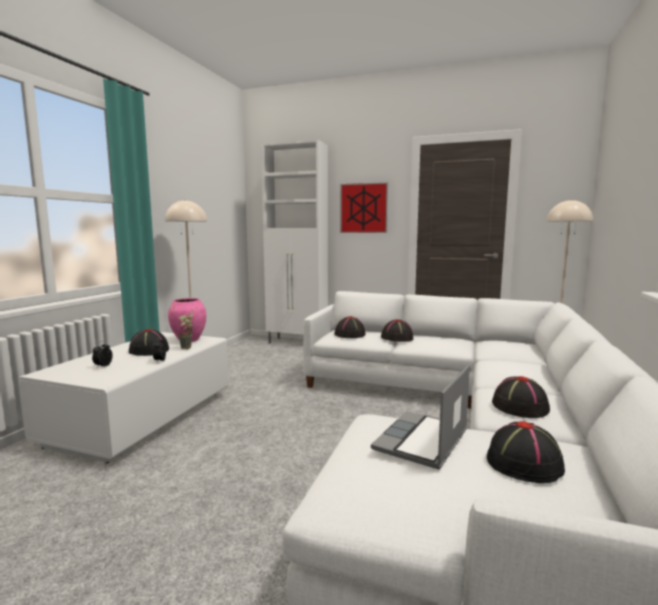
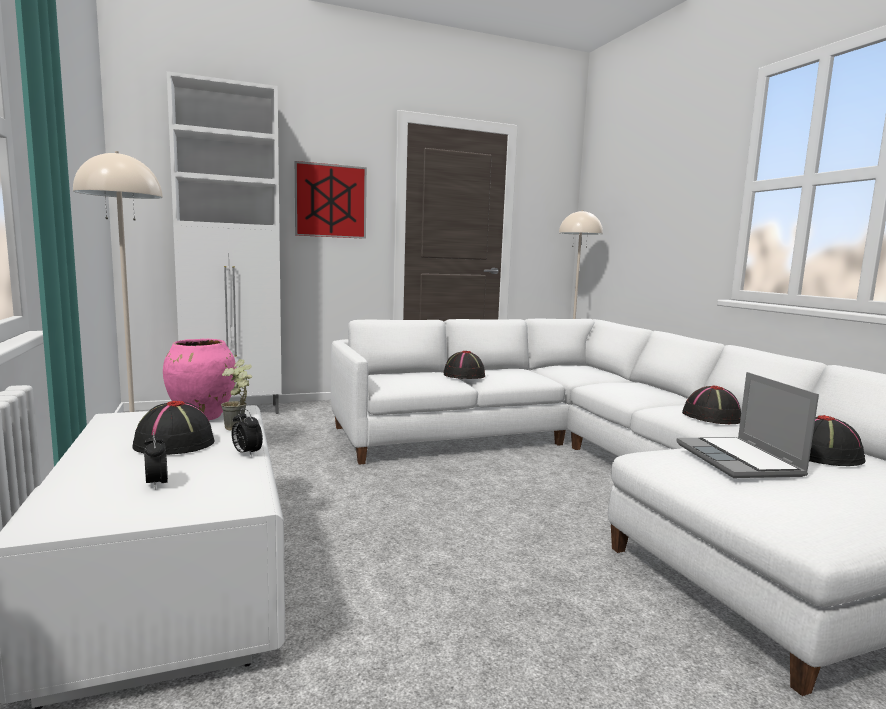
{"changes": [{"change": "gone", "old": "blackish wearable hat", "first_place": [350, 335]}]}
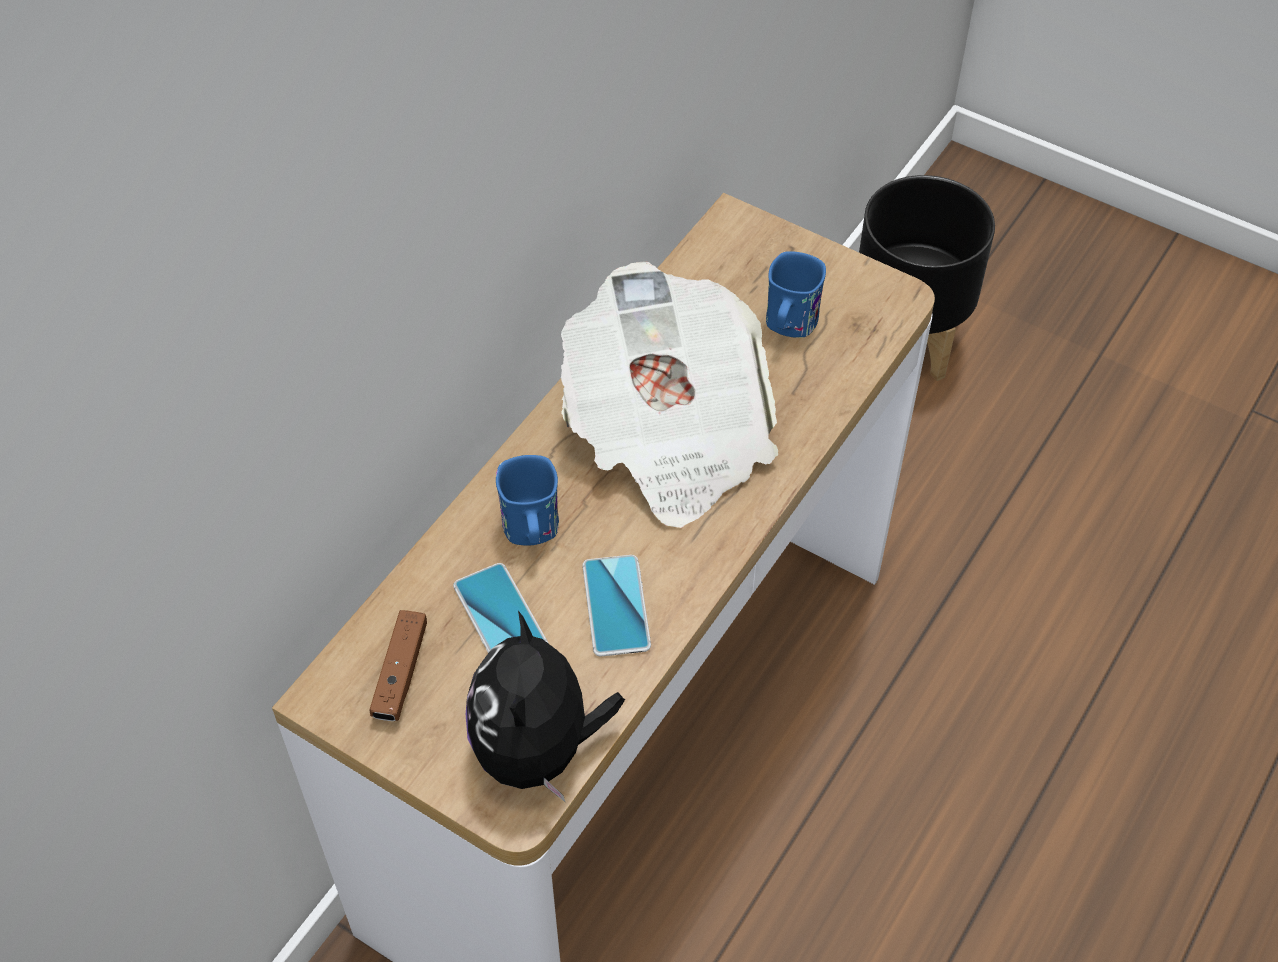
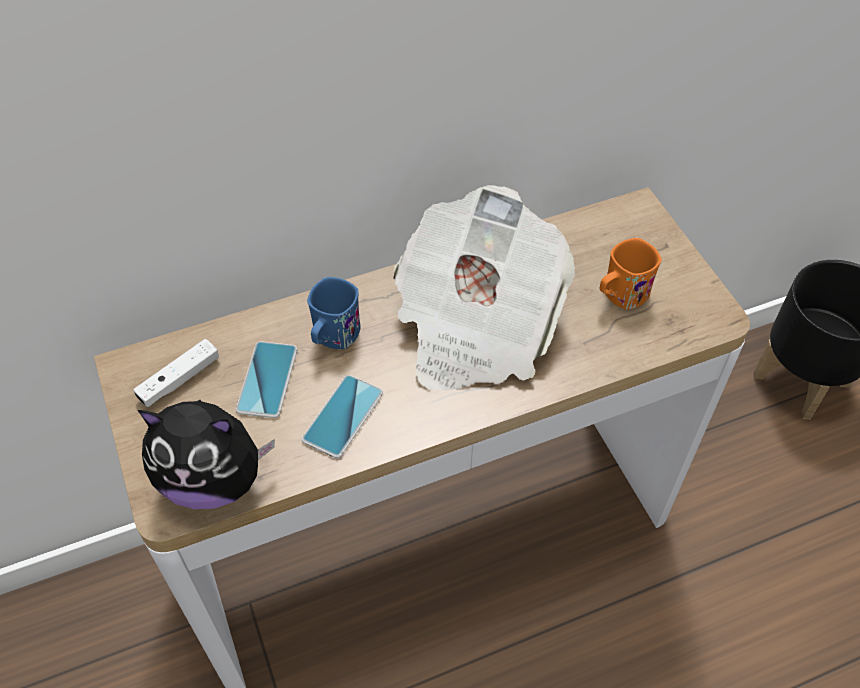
{"changes": [{"change": "repainted", "old": "brownish gamepad", "new": "white-coloured gamepad", "first_place": [400, 673], "second_place": [179, 379]}, {"change": "rotated", "old": "cuddly toy", "first_place": [538, 750], "second_place": [214, 480], "degrees": -120}, {"change": "repainted", "old": "blue-coloured mug", "new": "orange-coloured mug", "first_place": [789, 325], "second_place": [620, 296]}]}
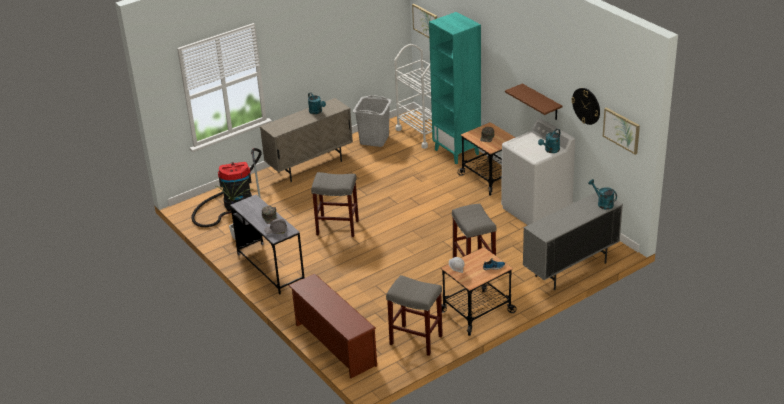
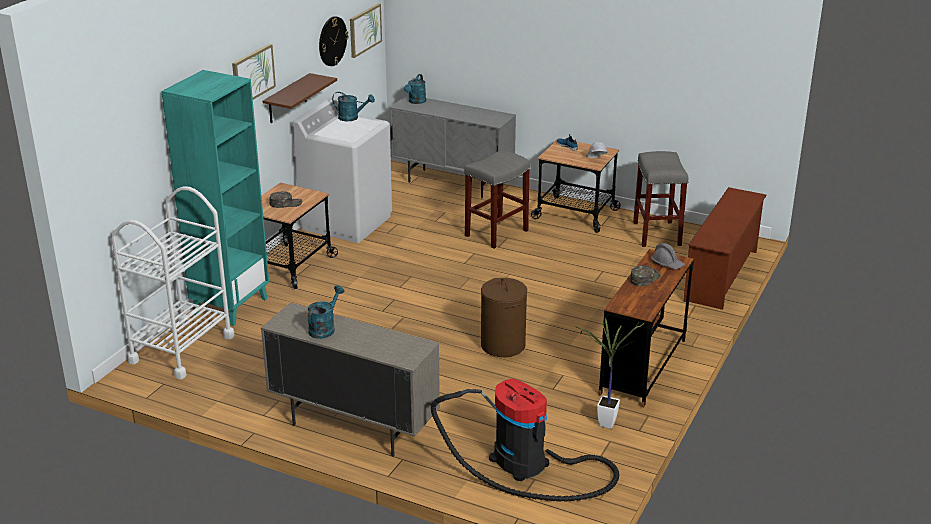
{"changes": [{"change": "repainted", "old": "grey desk", "new": "brownish desk", "first_place": [270, 268], "second_place": [643, 367]}, {"change": "swapped", "old": "grey stool seat", "new": "brownish laundry basket", "first_place": [337, 228], "second_place": [503, 345]}, {"change": "gone", "old": "grey laundry basket", "first_place": [374, 140]}, {"change": "shifted", "old": "wall picture", "first_place": [425, 22], "second_place": [253, 74]}]}
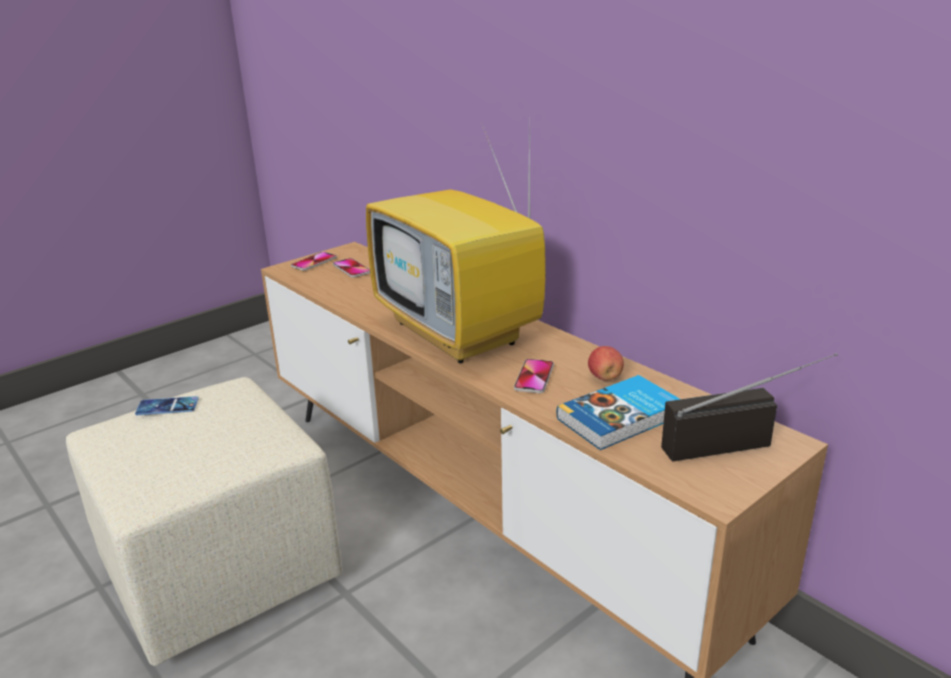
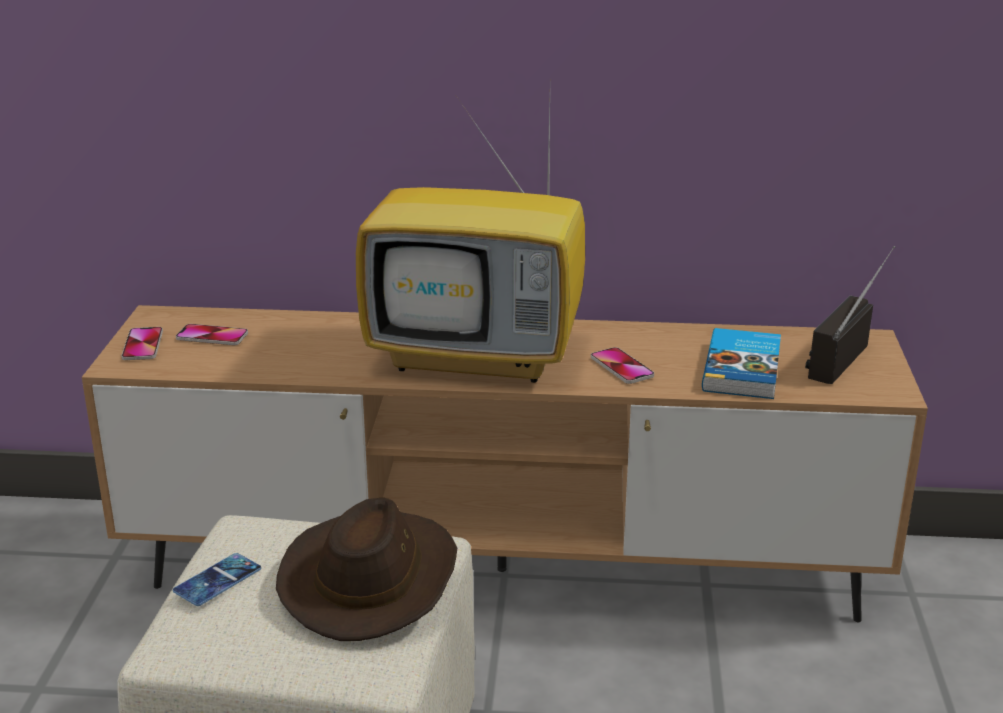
{"changes": [{"change": "gone", "old": "apple fruit", "first_place": [605, 377]}, {"change": "new", "new": "brownish wearable hat", "second_place": [370, 578]}]}
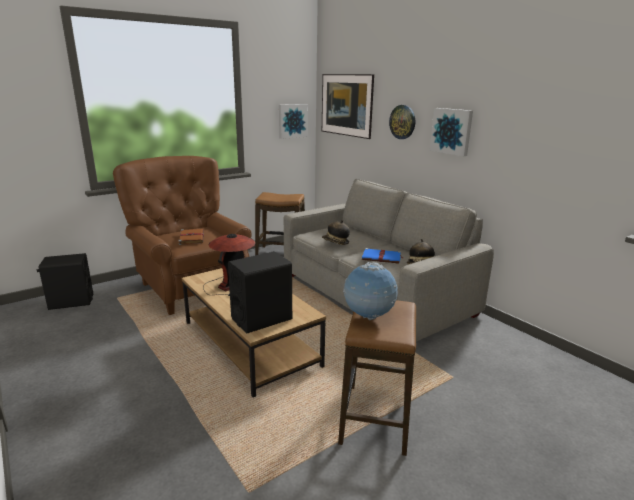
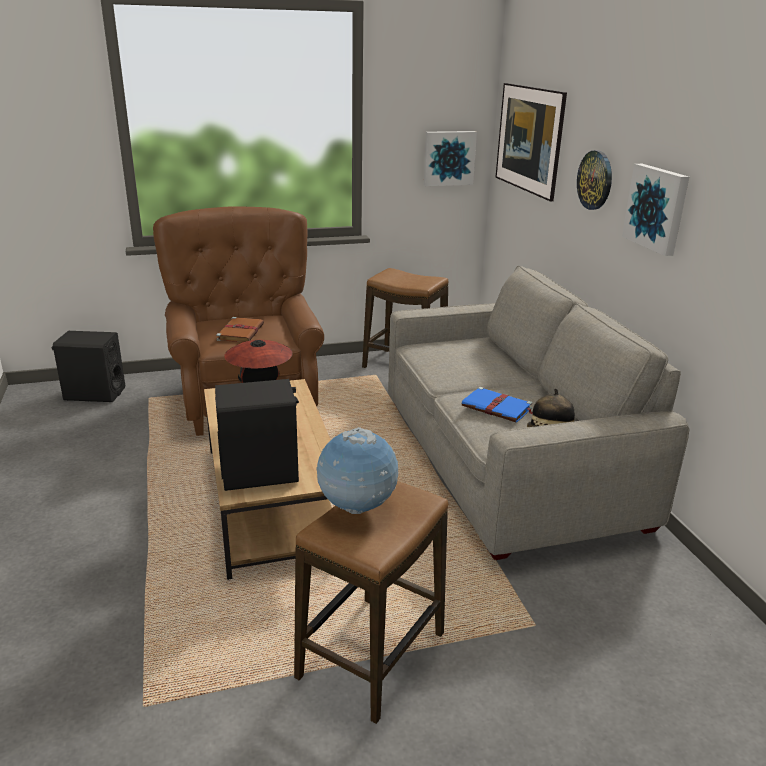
{"changes": [{"change": "gone", "old": "wearable hat", "first_place": [335, 242]}]}
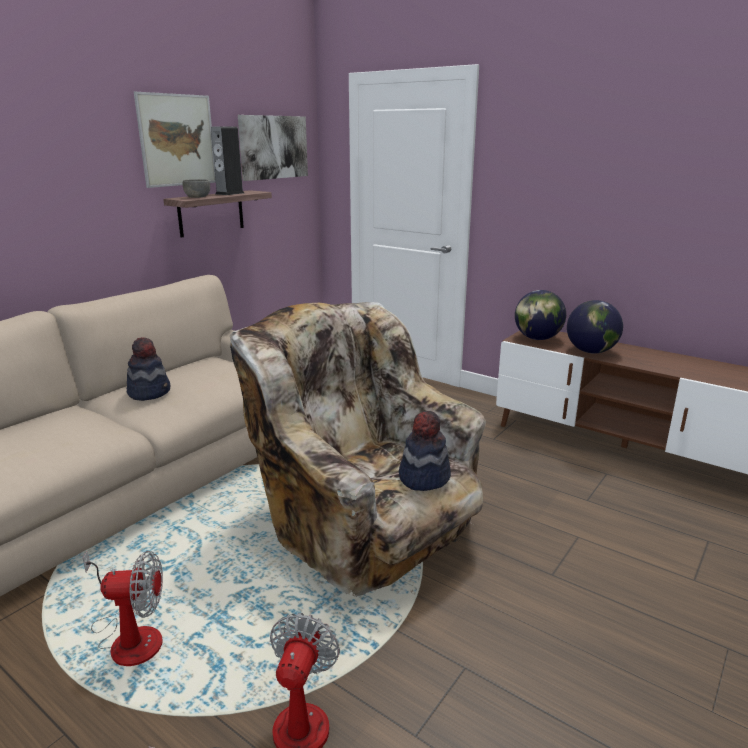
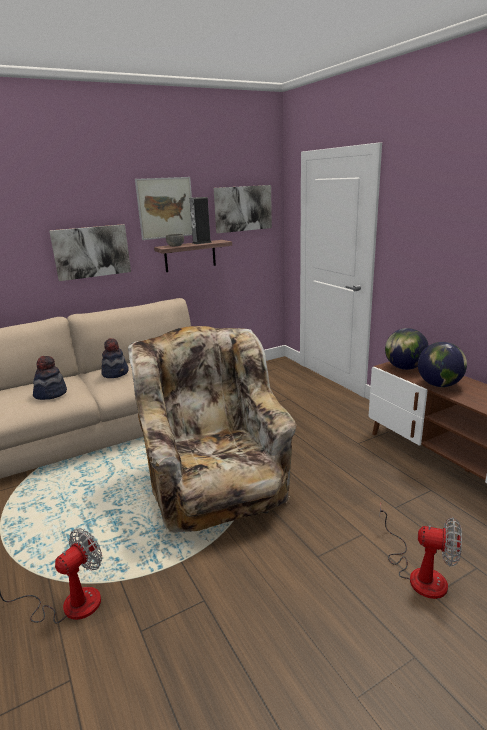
{"changes": [{"change": "shifted", "old": "cooling fan", "first_place": [129, 636], "second_place": [419, 573]}, {"change": "shifted", "old": "wearable hat", "first_place": [423, 477], "second_place": [50, 394]}, {"change": "new", "new": "wall picture", "second_place": [91, 252]}]}
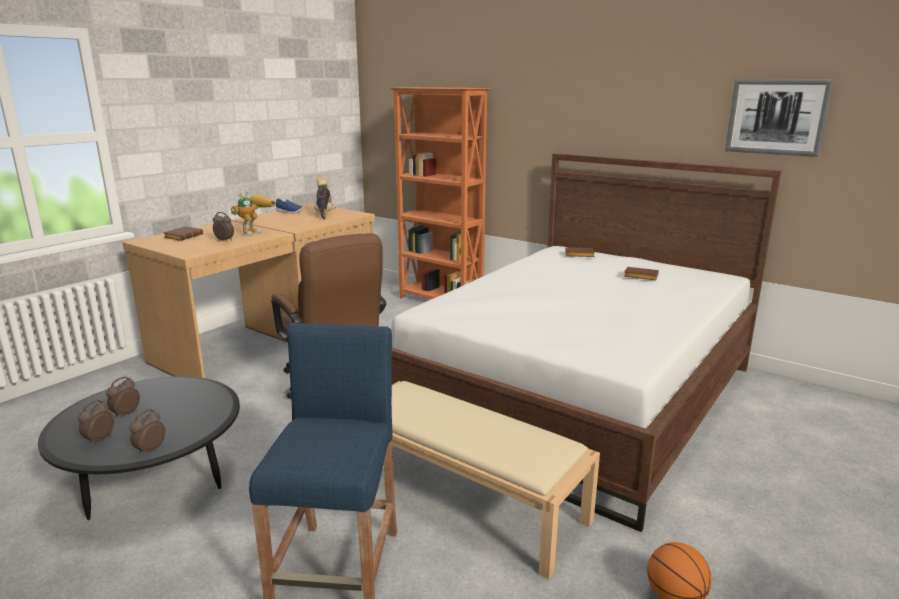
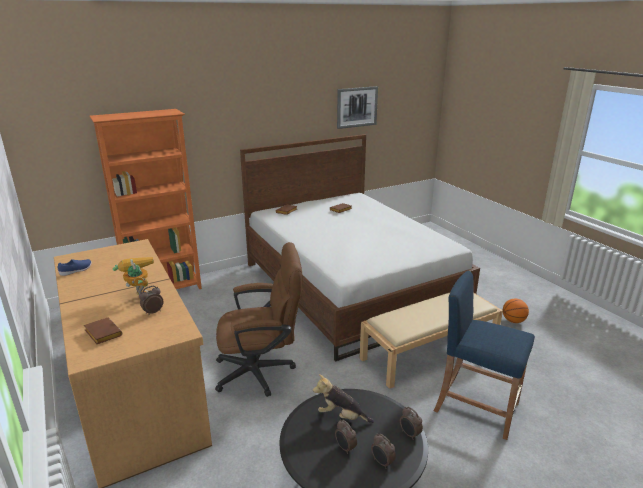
{"changes": [{"change": "shifted", "old": "cuddly toy", "first_place": [324, 214], "second_place": [341, 416]}]}
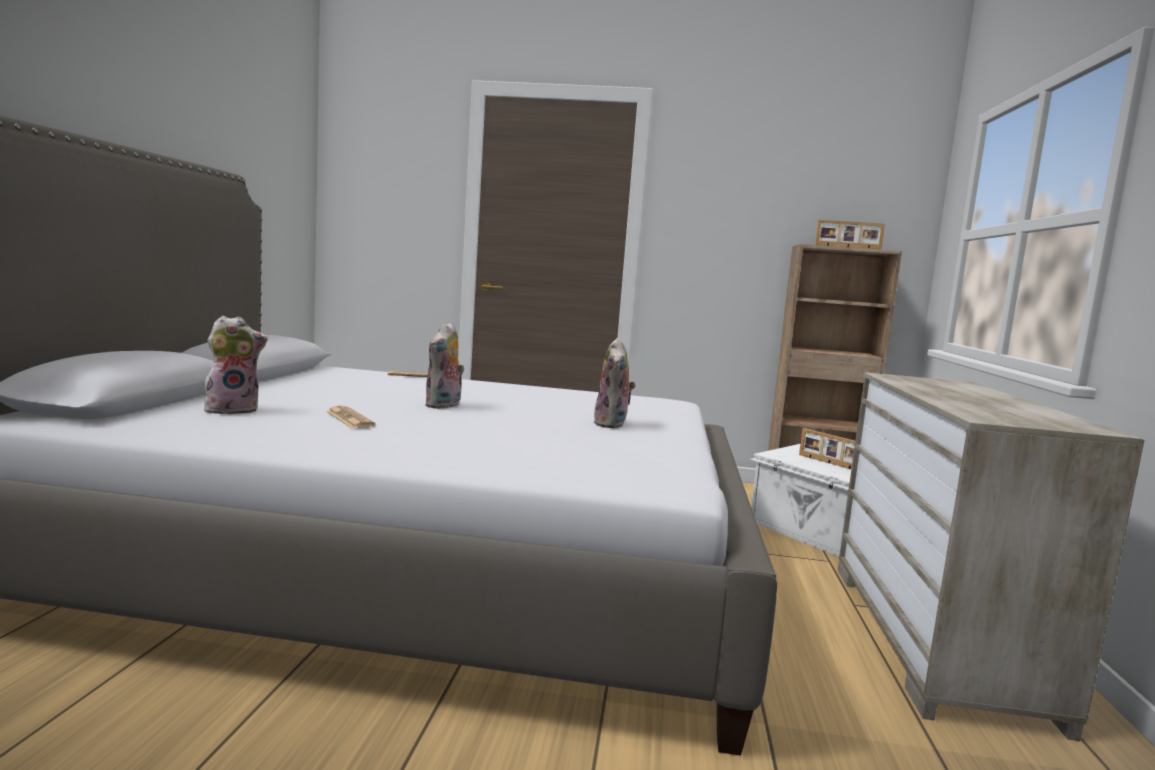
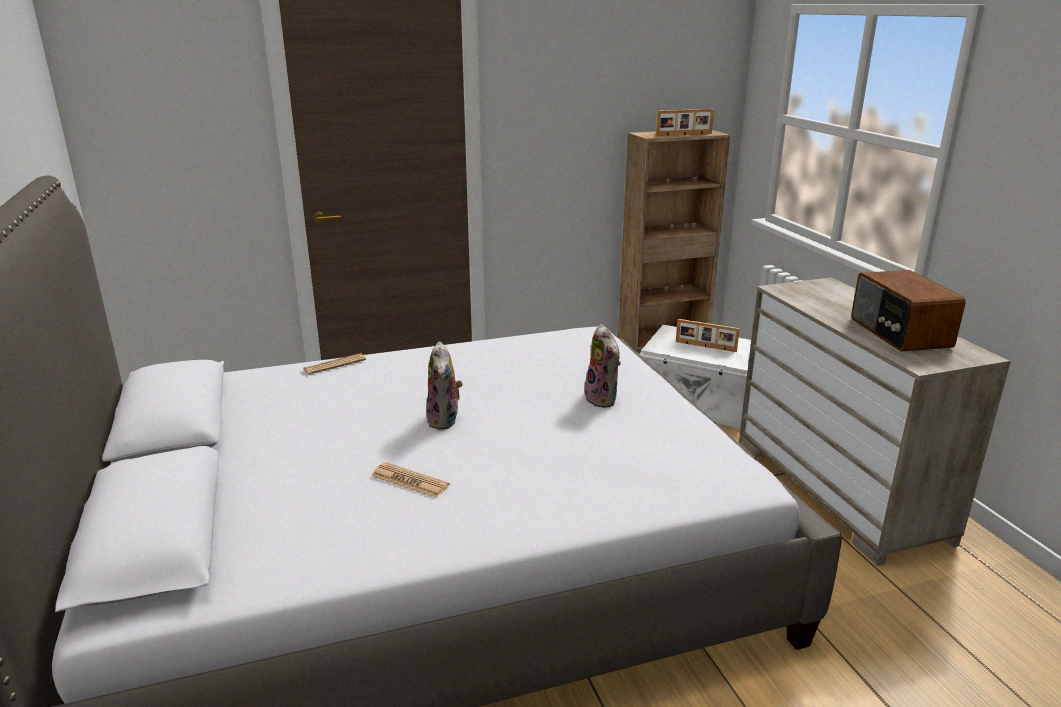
{"changes": [{"change": "gone", "old": "cuddly toy", "first_place": [233, 410]}, {"change": "new", "new": "radio set", "second_place": [898, 333]}]}
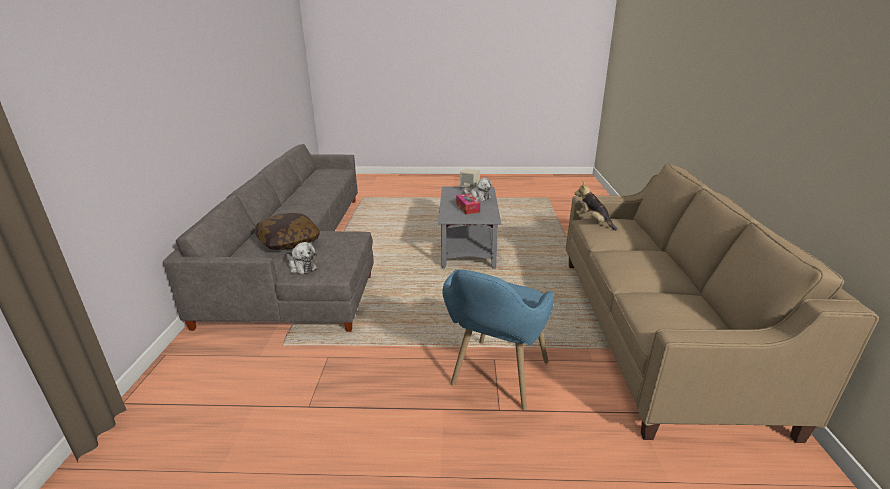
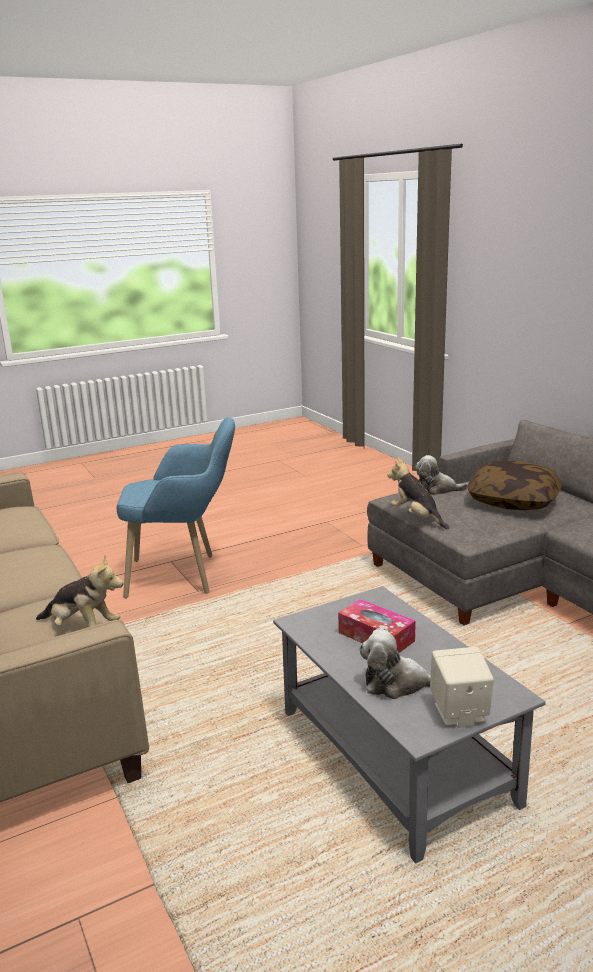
{"changes": [{"change": "rotated", "old": "blue-coloured armchair", "first_place": [495, 382], "second_place": [185, 575], "degrees": 90}, {"change": "new", "new": "cuddly toy", "second_place": [417, 517]}]}
